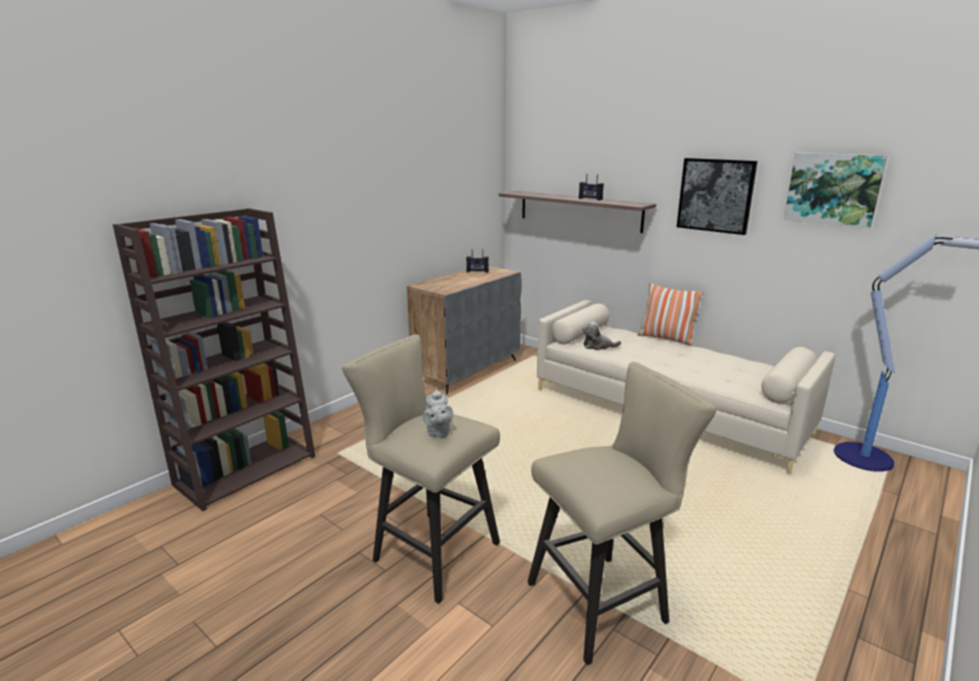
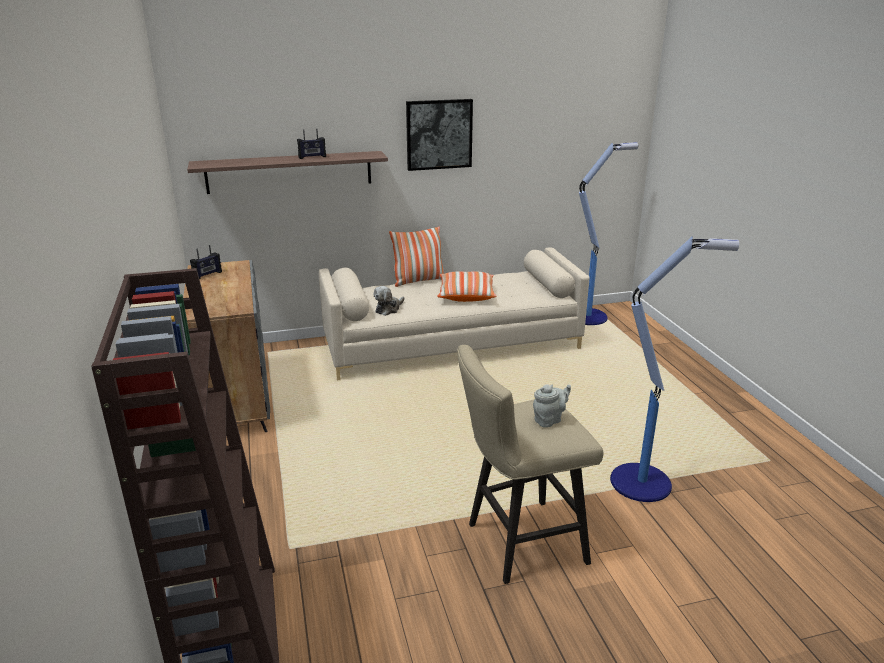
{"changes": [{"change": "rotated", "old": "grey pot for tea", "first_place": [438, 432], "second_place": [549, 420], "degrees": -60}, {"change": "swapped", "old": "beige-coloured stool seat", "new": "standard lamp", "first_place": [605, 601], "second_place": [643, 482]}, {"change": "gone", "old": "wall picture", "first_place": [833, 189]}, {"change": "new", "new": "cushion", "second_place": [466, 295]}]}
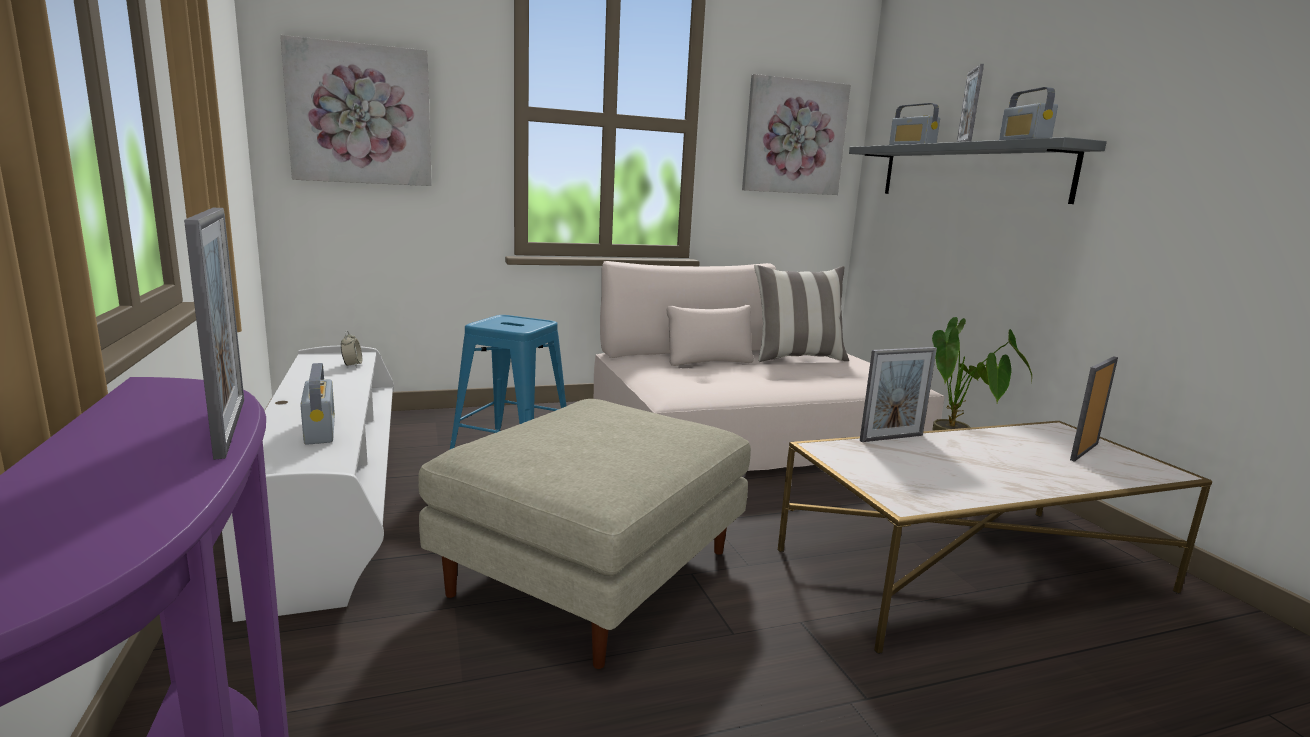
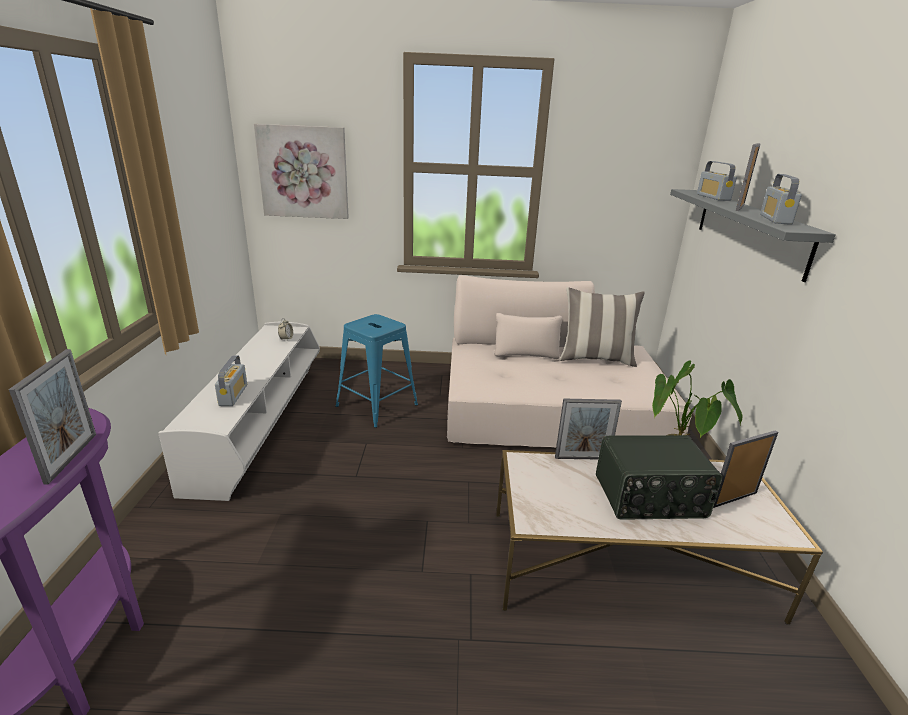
{"changes": [{"change": "gone", "old": "beige-coloured footrest", "first_place": [593, 574]}, {"change": "gone", "old": "wall picture", "first_place": [794, 137]}, {"change": "new", "new": "radio set", "second_place": [650, 498]}]}
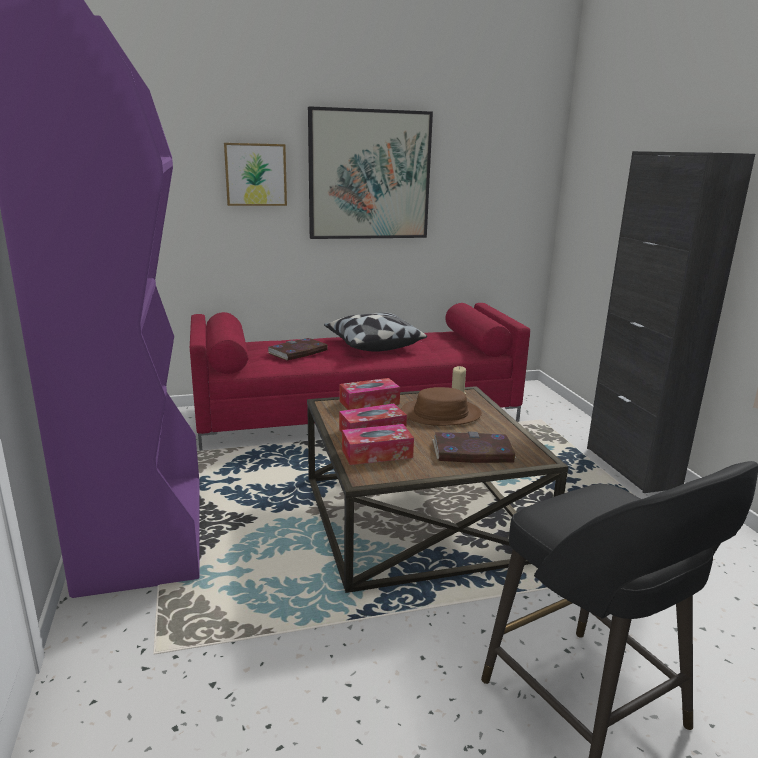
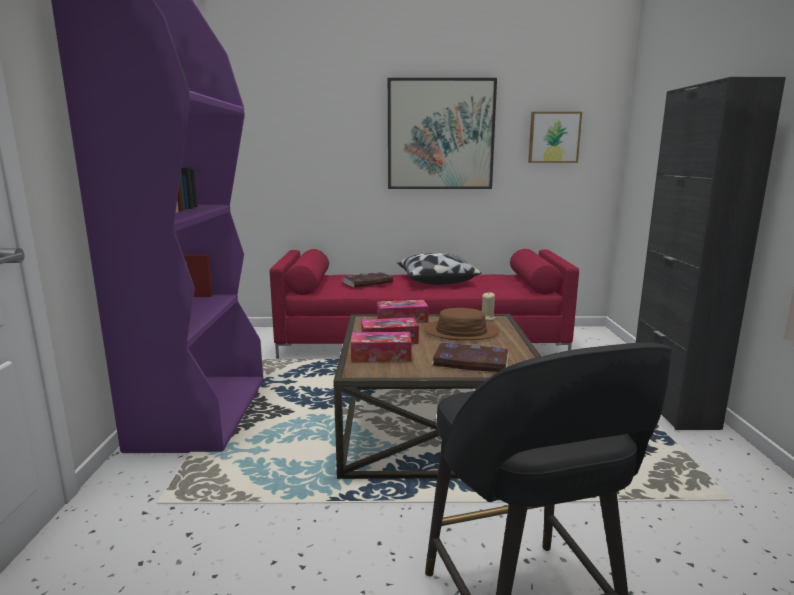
{"changes": [{"change": "shifted", "old": "wall picture", "first_place": [255, 174], "second_place": [553, 137]}]}
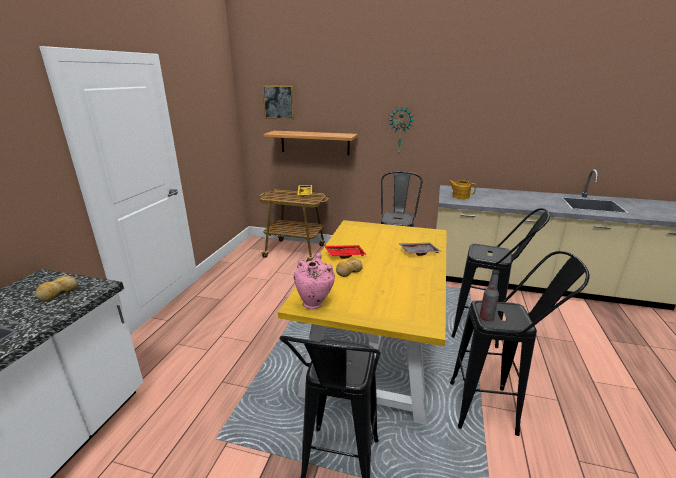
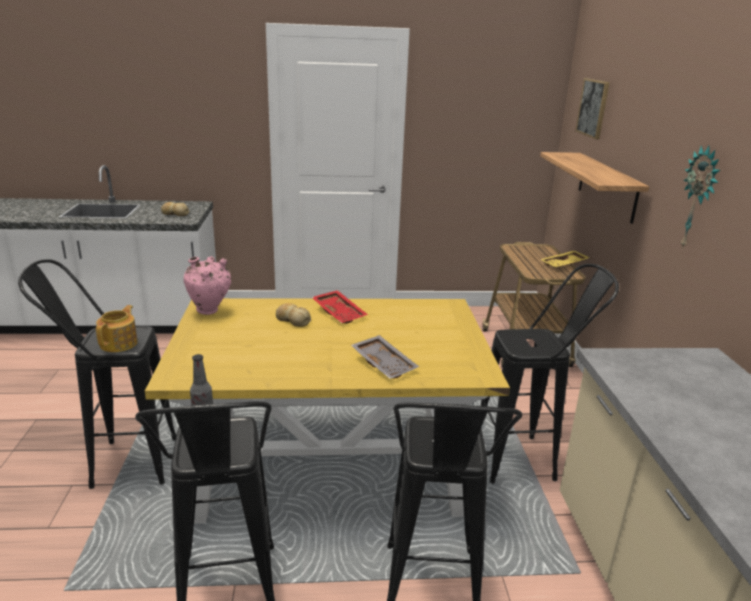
{"changes": [{"change": "shifted", "old": "pot for tea", "first_place": [460, 196], "second_place": [120, 343]}]}
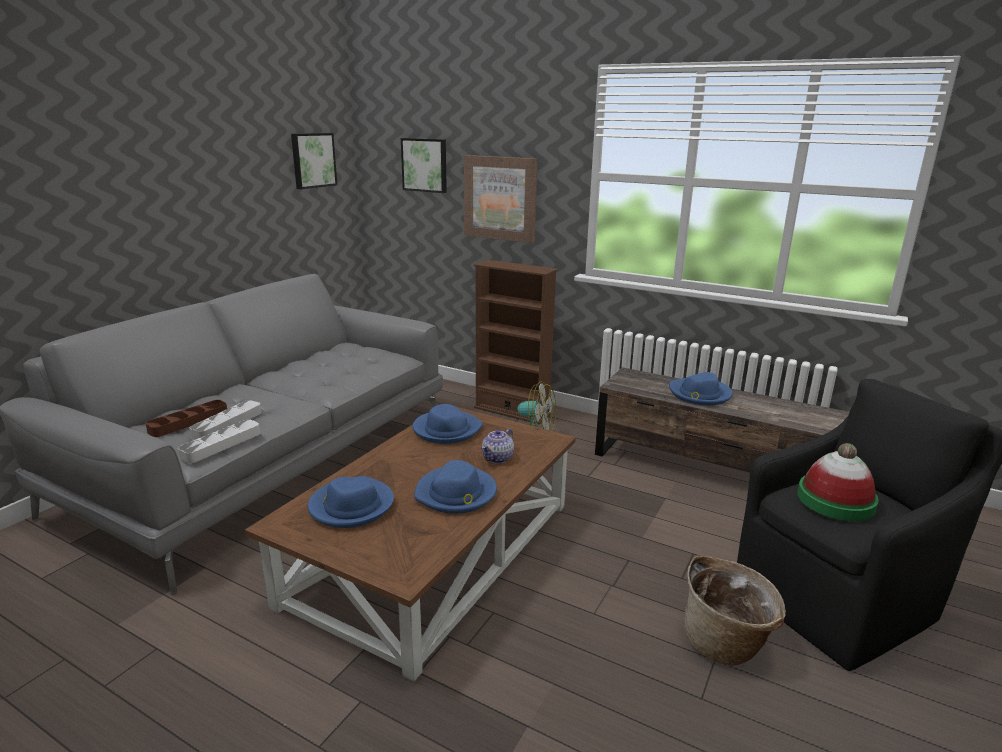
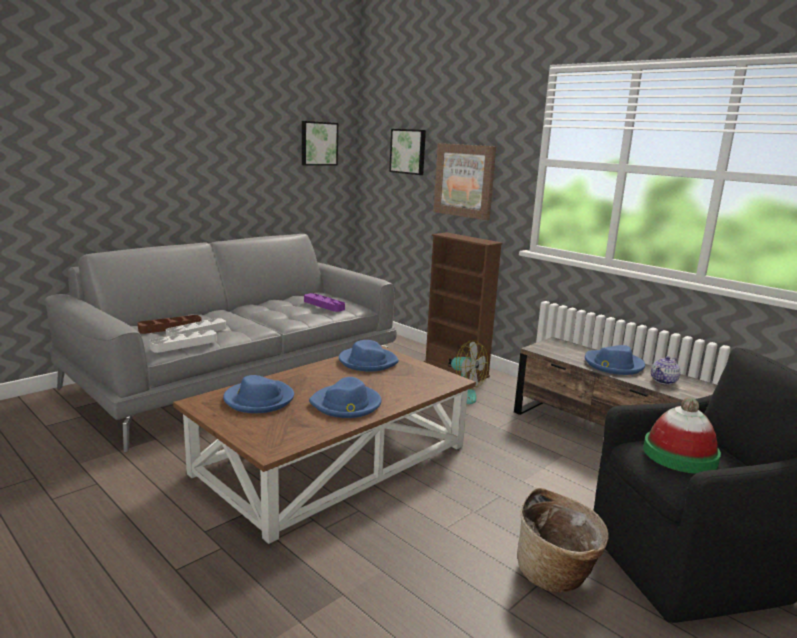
{"changes": [{"change": "shifted", "old": "pot for tea", "first_place": [498, 458], "second_place": [664, 381]}, {"change": "new", "new": "purplish serving tray", "second_place": [324, 305]}]}
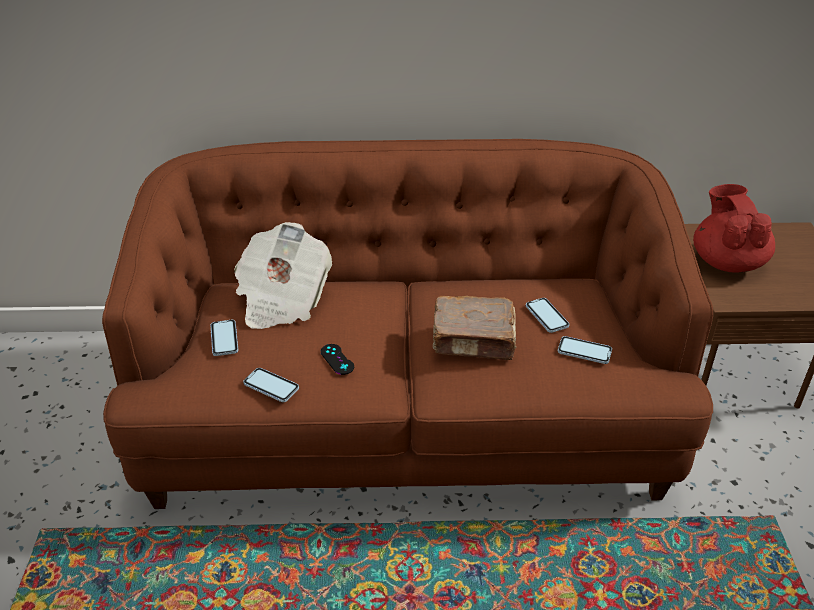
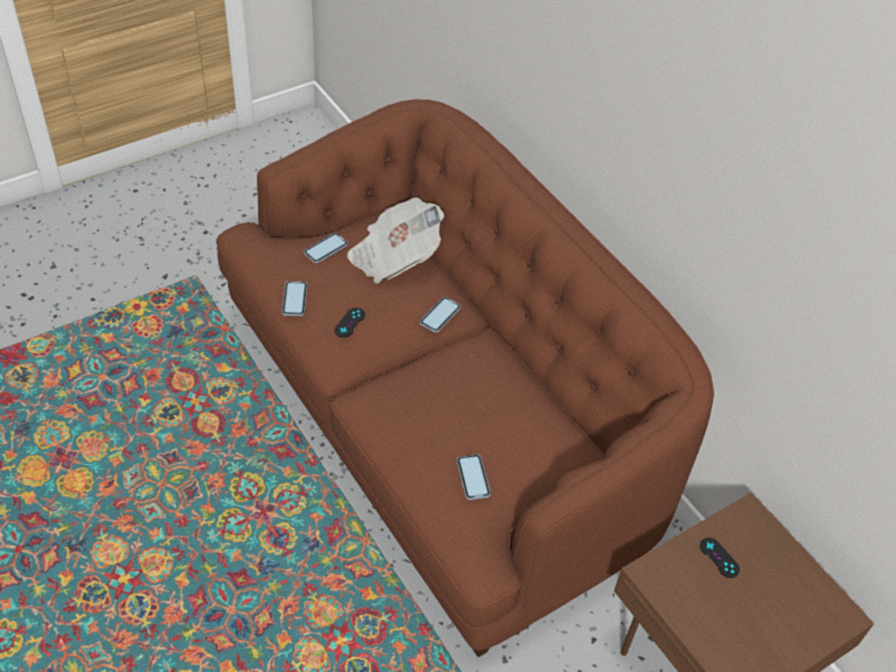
{"changes": [{"change": "gone", "old": "brownish volume", "first_place": [474, 340]}, {"change": "shifted", "old": "phone", "first_place": [546, 316], "second_place": [440, 316]}, {"change": "swapped", "old": "red-coloured pot for tea", "new": "blackish gamepad", "first_place": [727, 261], "second_place": [719, 557]}]}
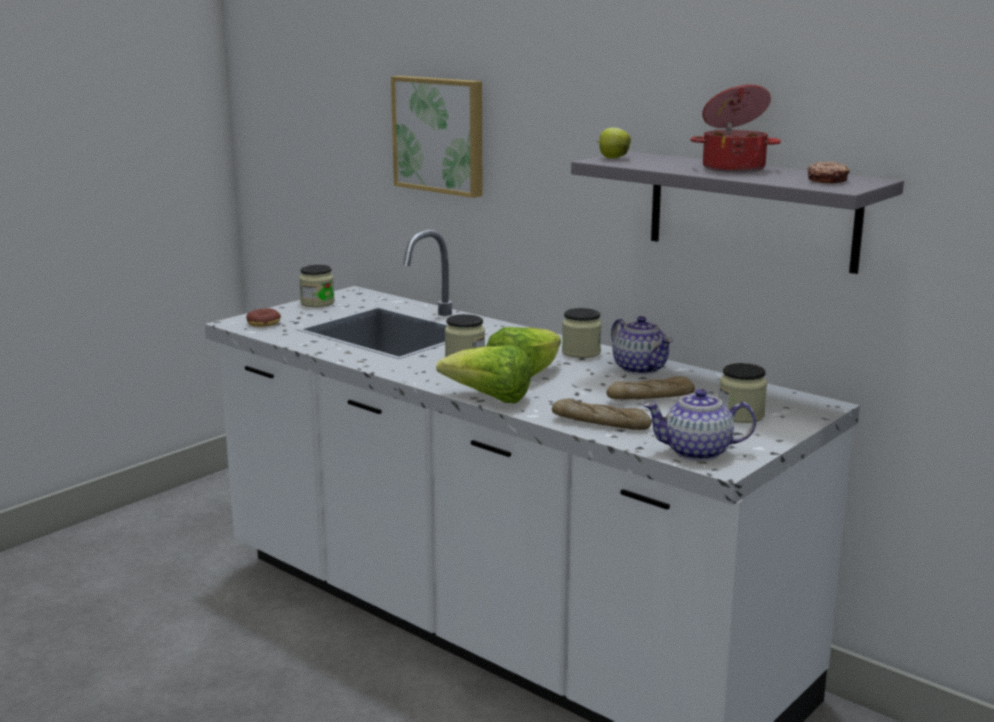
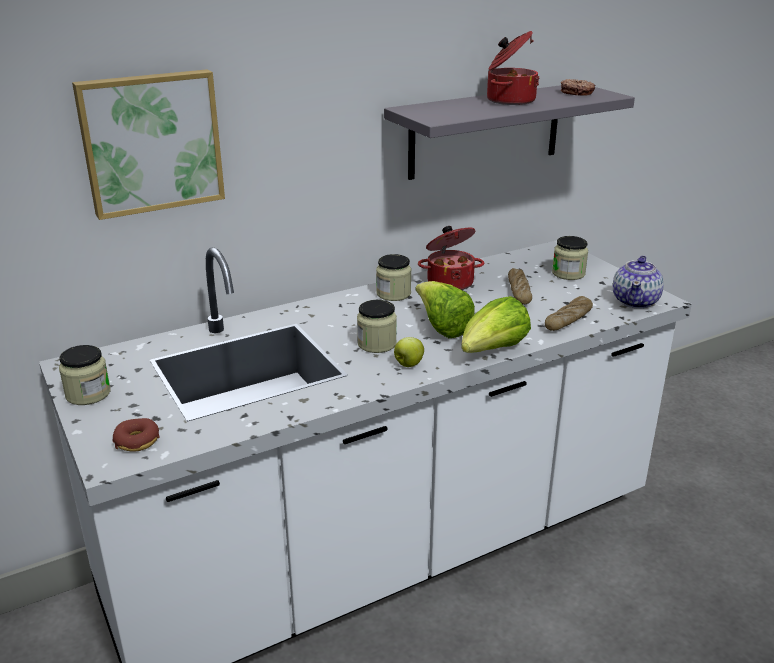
{"changes": [{"change": "shifted", "old": "apple fruit", "first_place": [612, 158], "second_place": [408, 364]}, {"change": "swapped", "old": "pot for tea", "new": "stockpot", "first_place": [640, 368], "second_place": [450, 282]}]}
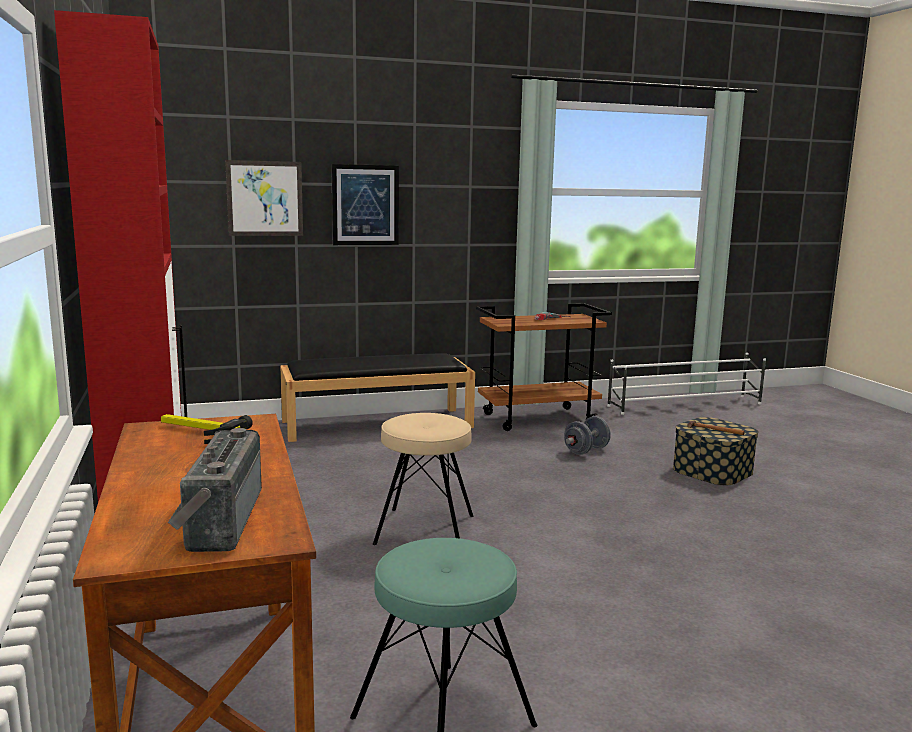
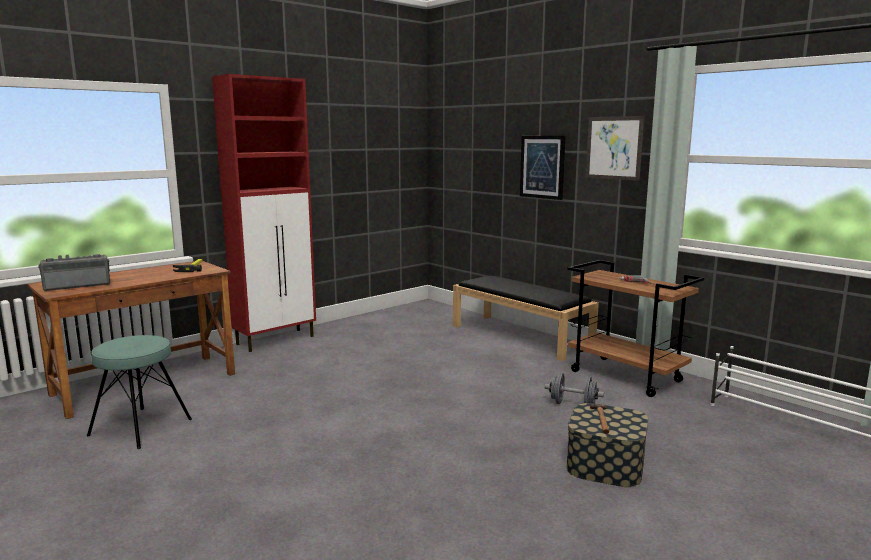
{"changes": [{"change": "shifted", "old": "wall picture", "first_place": [265, 198], "second_place": [614, 148]}, {"change": "gone", "old": "beige-coloured stool seat", "first_place": [425, 529]}]}
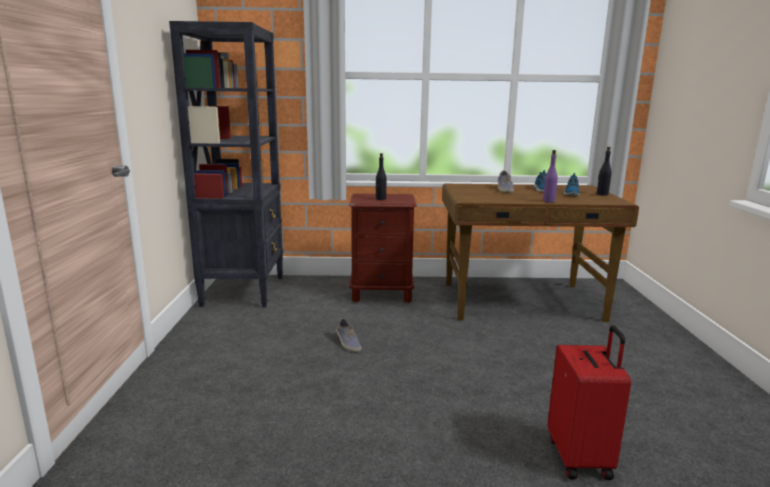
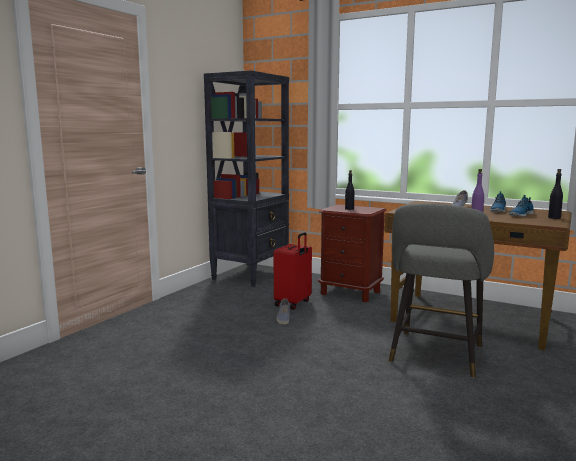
{"changes": [{"change": "shifted", "old": "red-coloured travel case", "first_place": [580, 458], "second_place": [293, 303]}, {"change": "new", "new": "grey stool seat", "second_place": [435, 356]}]}
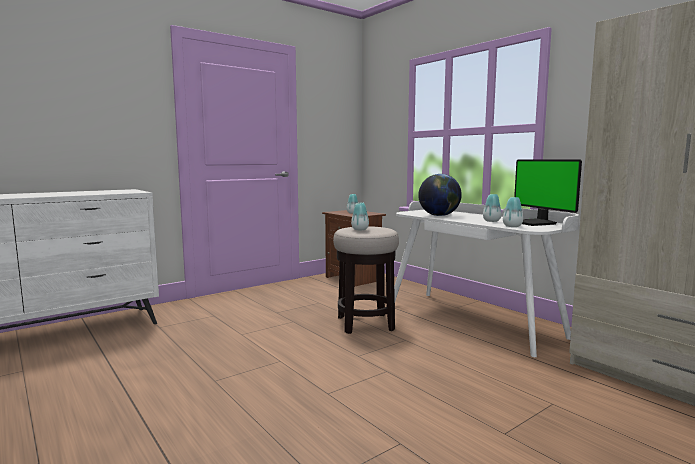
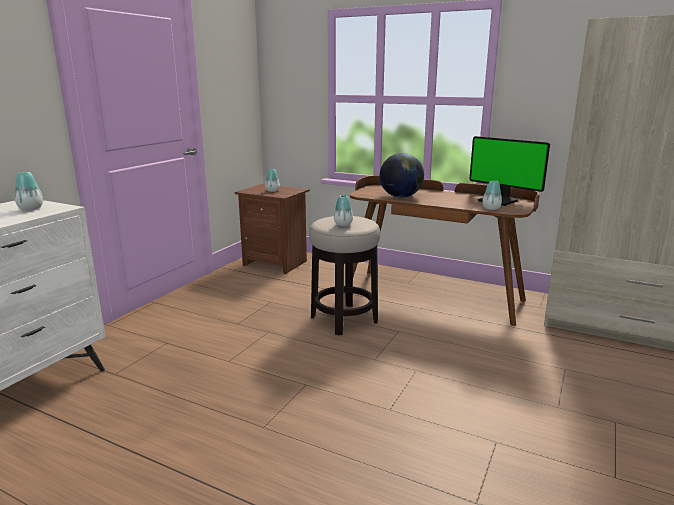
{"changes": [{"change": "repainted", "old": "white-coloured desk", "new": "brownish desk", "first_place": [472, 319], "second_place": [433, 295]}, {"change": "shifted", "old": "decorative vase", "first_place": [491, 221], "second_place": [31, 208]}]}
